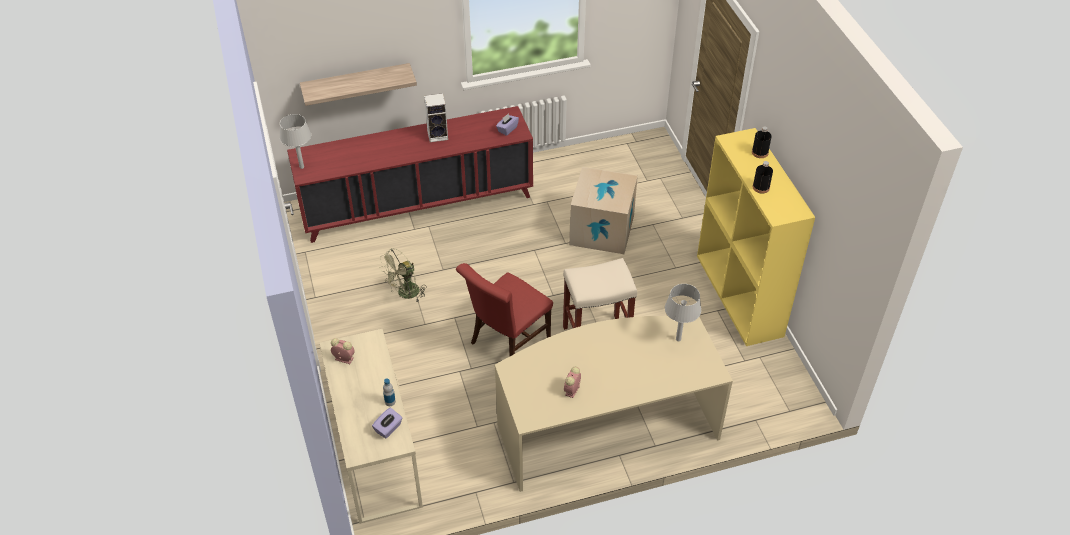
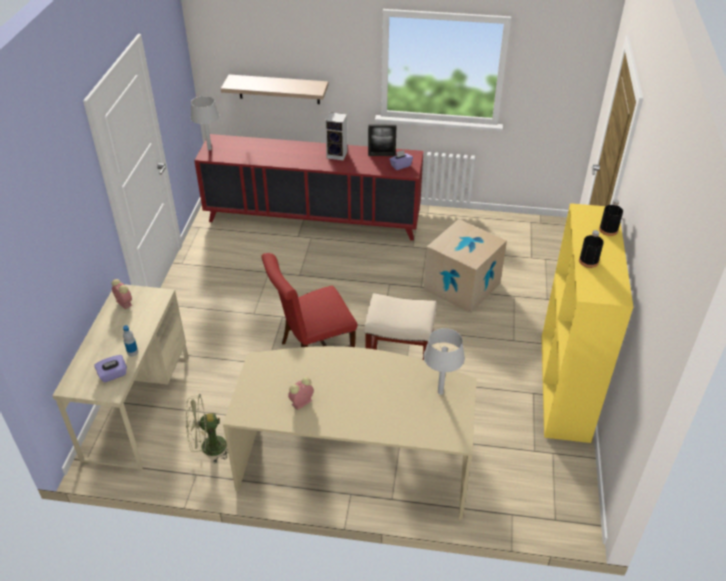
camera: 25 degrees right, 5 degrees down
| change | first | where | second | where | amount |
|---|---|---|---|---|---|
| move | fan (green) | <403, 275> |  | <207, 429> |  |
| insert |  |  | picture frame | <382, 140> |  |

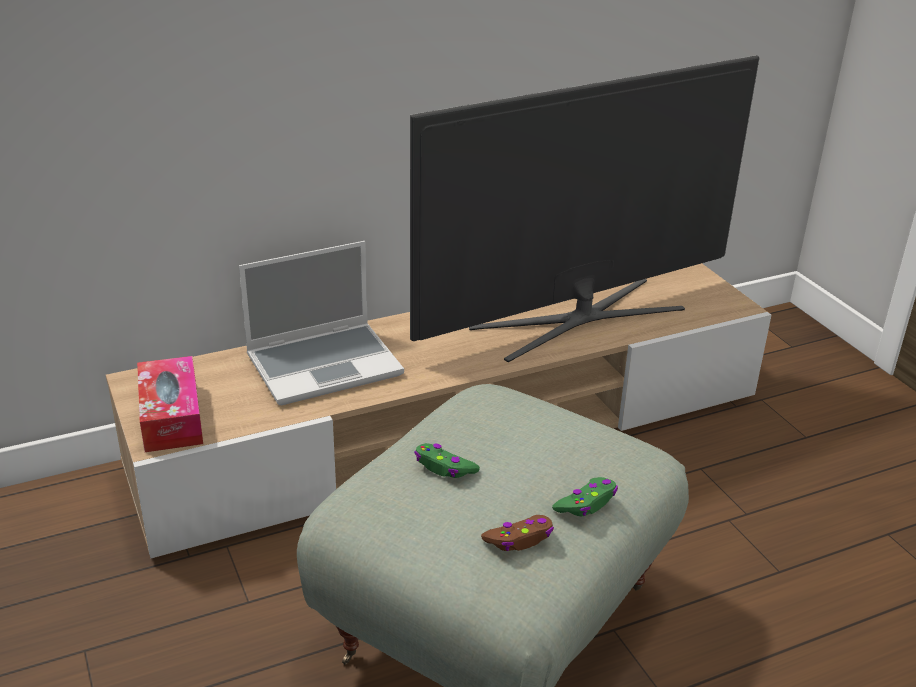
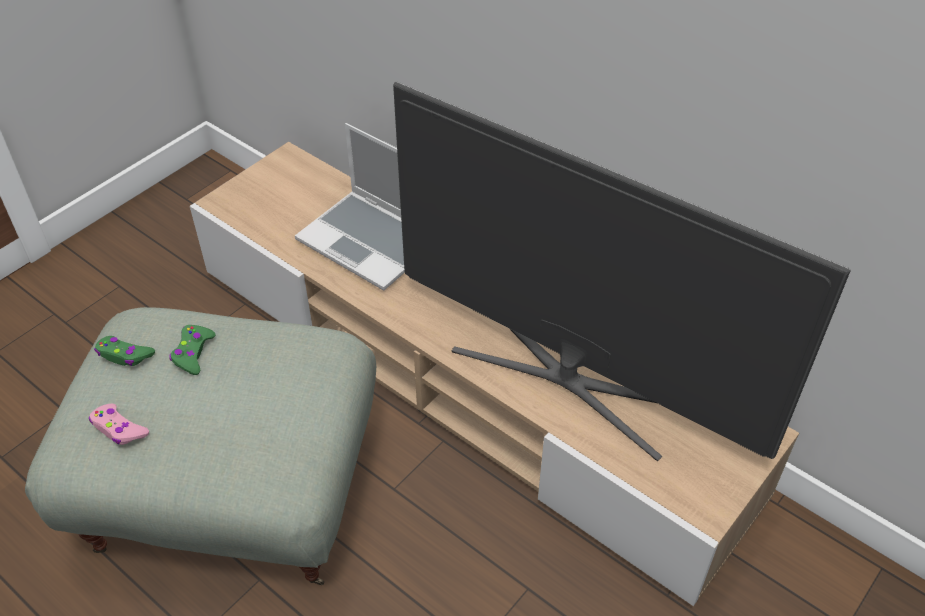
camera: 65 degrees right, 15 degrees up
| change | first | where | second | where | amount |
|---|---|---|---|---|---|
| delete | tissue box | <170, 404> |  |  |  |
| recolor | game controller (brown) | <517, 533> | game controller (pink) | <119, 424> |  |
| move | game controller (green) | <585, 496> |  | <124, 351> |  |

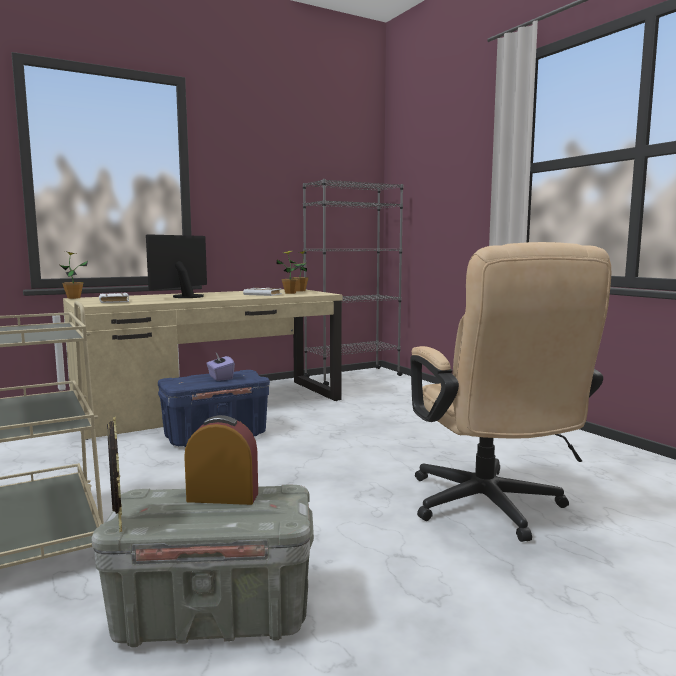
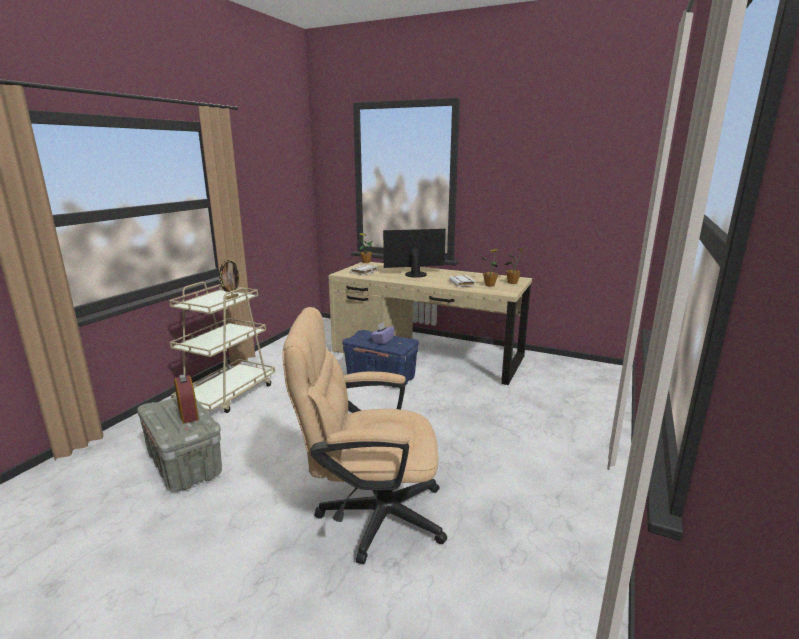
camera: 55 degrees right, 10 degrees up
| change | first | where | second | where | amount |
|---|---|---|---|---|---|
| move | picture frame | <114, 474> |  | <230, 279> |  |
| delete | bookcase (grey) | <353, 282> |  |  |  |
| rotate | office chair (beige) | <510, 392> |  | <364, 435> | 45 degrees clockwise |

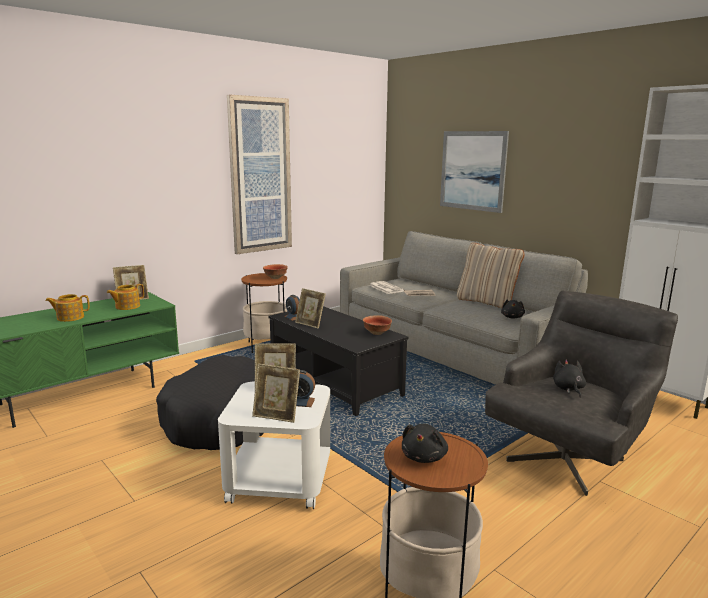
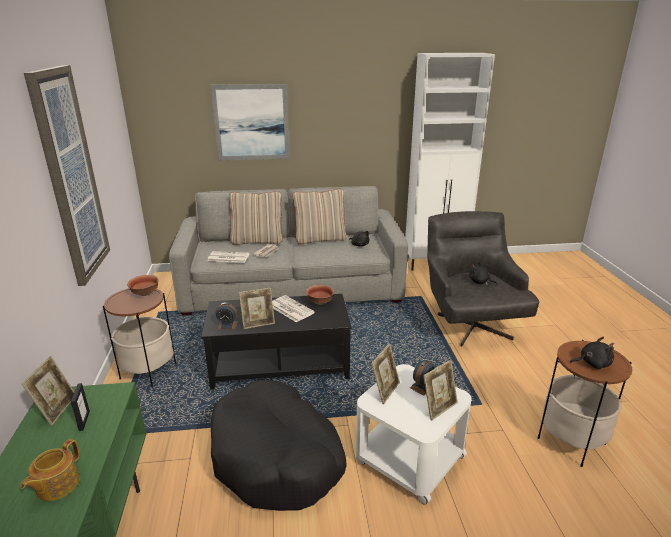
camera: 55 degrees left, 10 degrees up
| change | first | where | second | where | amount |
|---|---|---|---|---|---|
| replace | teapot | <125, 297> | picture frame | <80, 407> |  |
| rotate | plush toy (black) | <425, 443> |  | <592, 353> | 60 degrees counterclockwise |
| insert |  |  | pillow (beige) | <256, 218> |  |
| insert |  |  | newspaper | <293, 308> |  |

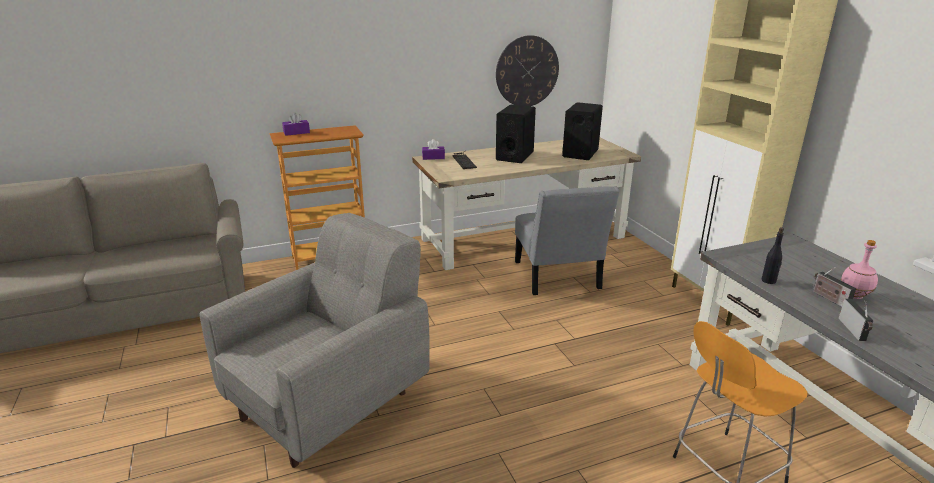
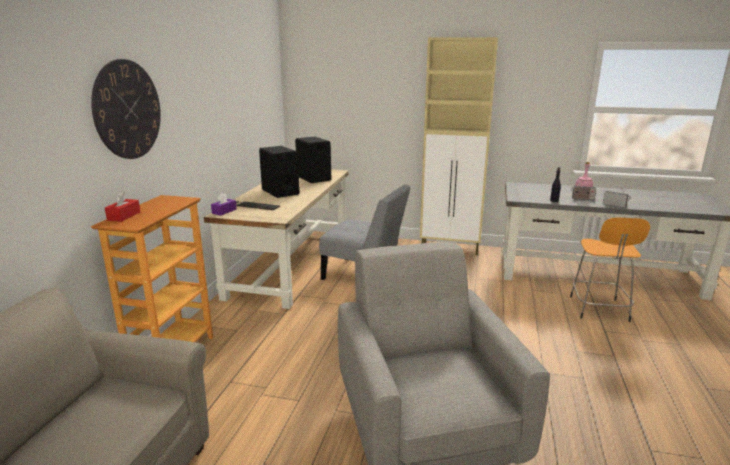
camera: 55 degrees left, 5 degrees down
| change | first | where | second | where | amount |
|---|---|---|---|---|---|
| recolor | tissue box (purple) | <296, 124> | tissue box (red) | <122, 206> |  |
| move | wall clock | <527, 70> |  | <126, 109> |  |

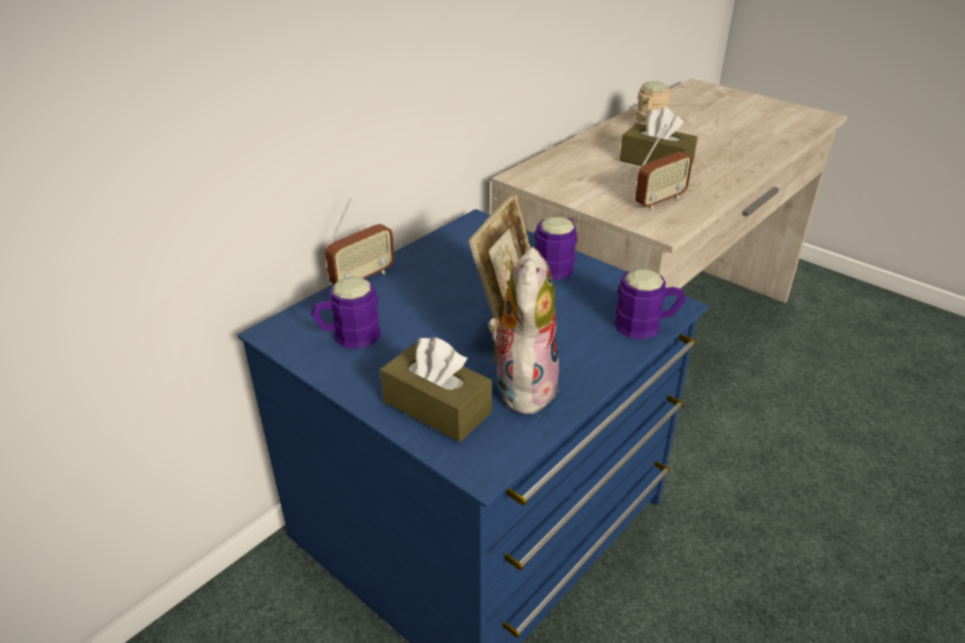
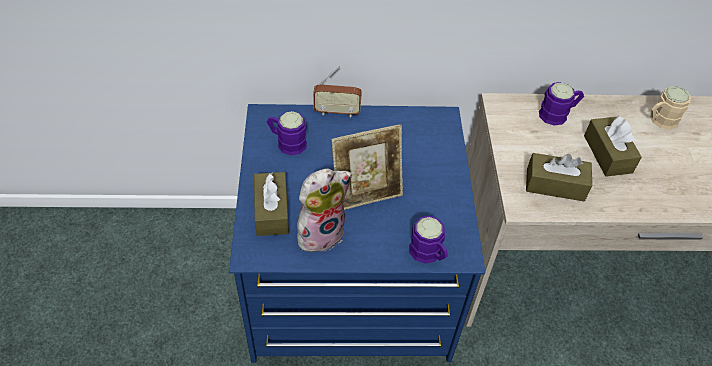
camera: 45 degrees right, 15 degrees up
| change | first | where | second | where | amount |
|---|---|---|---|---|---|
| move | mug (purple) | <555, 248> |  | <561, 104> |  |
| replace | radio | <664, 167> | tissue box (brown) | <559, 177> |  |

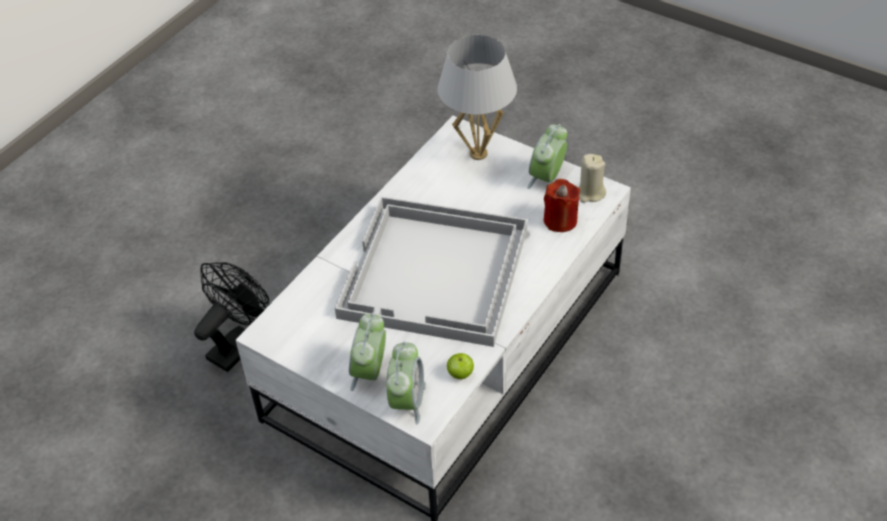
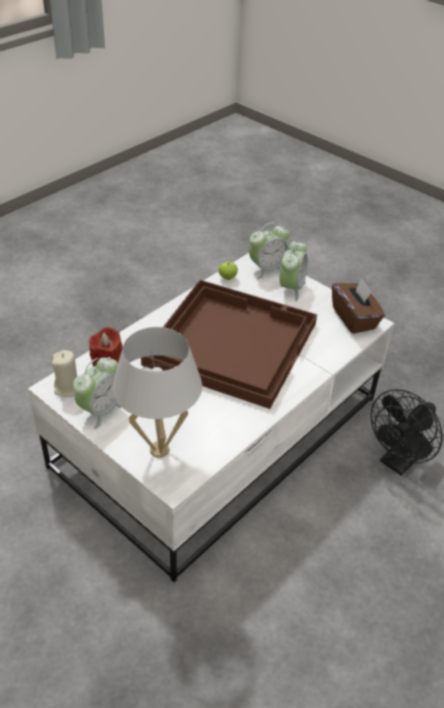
camera: 175 degrees left, 5 degrees down
| change | first | where | second | where | amount |
|---|---|---|---|---|---|
| recolor | tray (white) | <431, 272> | tray (brown) | <229, 344> |  |
| rotate | alarm clock | <406, 383> |  | <269, 250> | 135 degrees counterclockwise |
| insert |  |  | tissue box (brown) | <358, 306> |  |

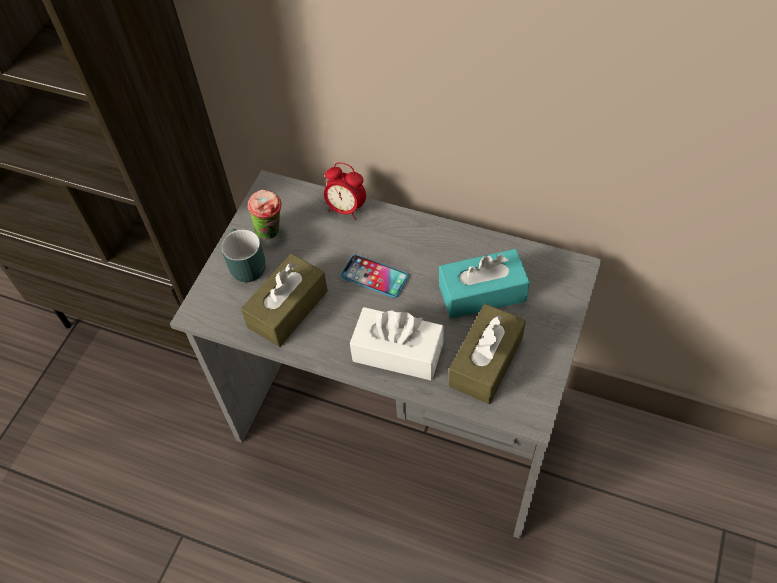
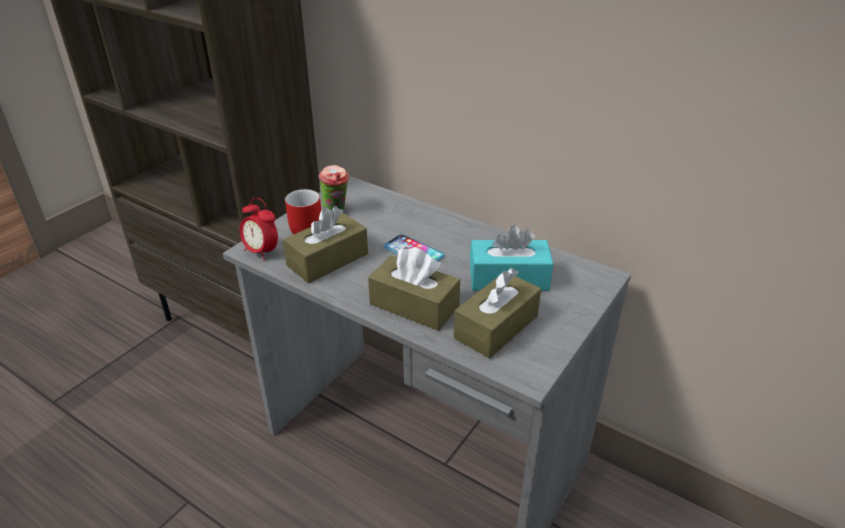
camera: 10 degrees right, 20 degrees down
| change | first | where | second | where | amount |
|---|---|---|---|---|---|
| recolor | mug (turquoise) | <243, 255> | mug (red) | <303, 211> |  |
| move | alarm clock | <345, 191> |  | <259, 229> |  |
| recolor | tissue box (white) | <397, 343> | tissue box (brown) | <414, 289> |  |

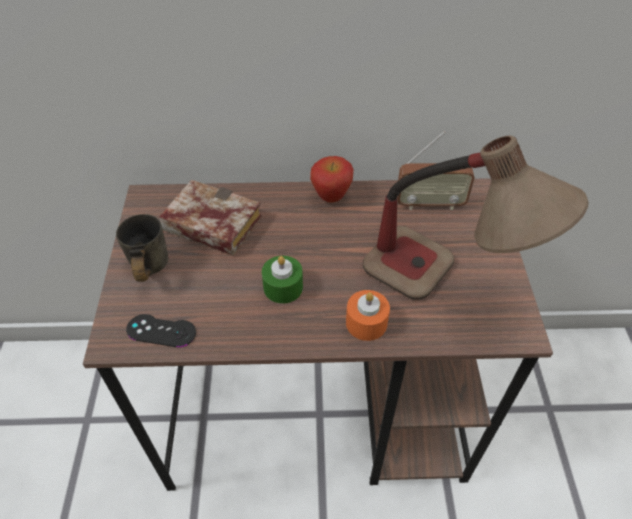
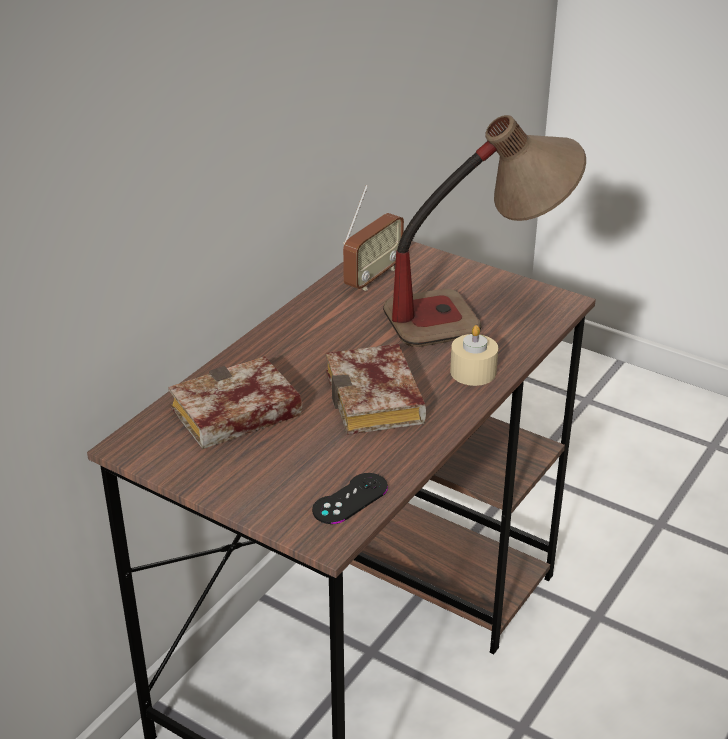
camera: 55 degrees left, 15 degrees down
| change | first | where | second | where | amount |
|---|---|---|---|---|---|
| delete | mug (grey) | <142, 248> |  |  |  |
| replace | candle (green) | <282, 280> | book | <376, 389> |  |
| delete | apple | <332, 179> |  |  |  |
| recolor | candle (orange) | <368, 315> | candle (beige) | <474, 355> |  |

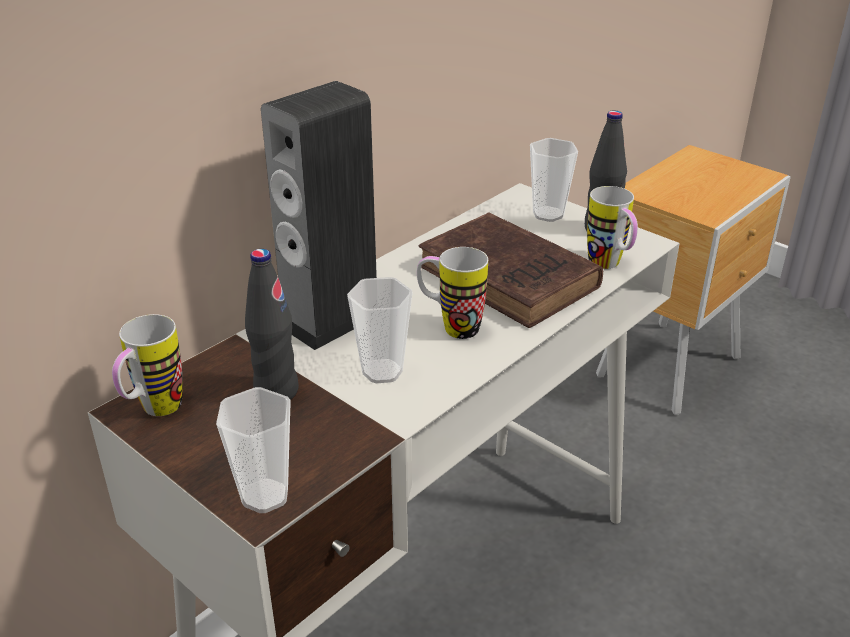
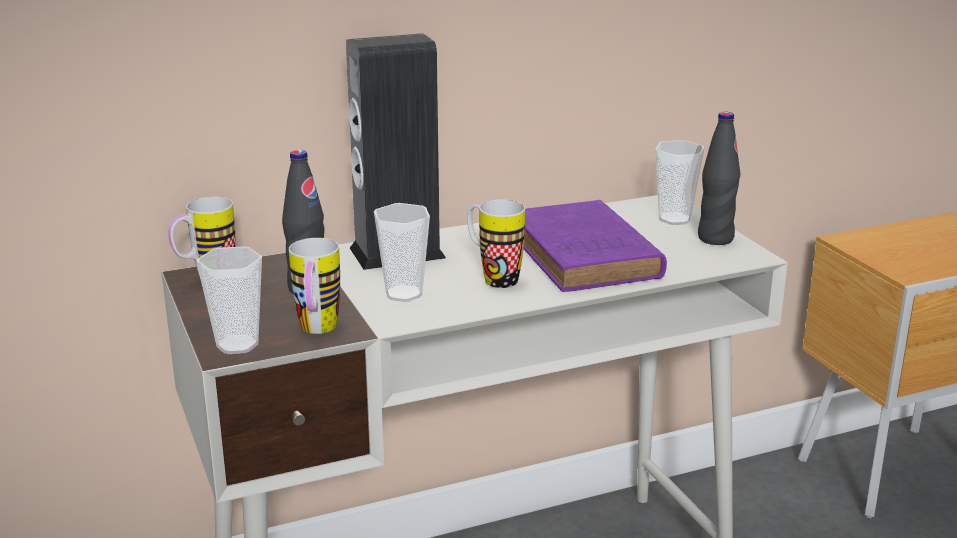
camera: 25 degrees right, 10 degrees down
| change | first | where | second | where | amount |
|---|---|---|---|---|---|
| recolor | book (brown) | <511, 270> | book (purple) | <595, 246> |  |
| move | mug | <612, 227> |  | <314, 286> |  |

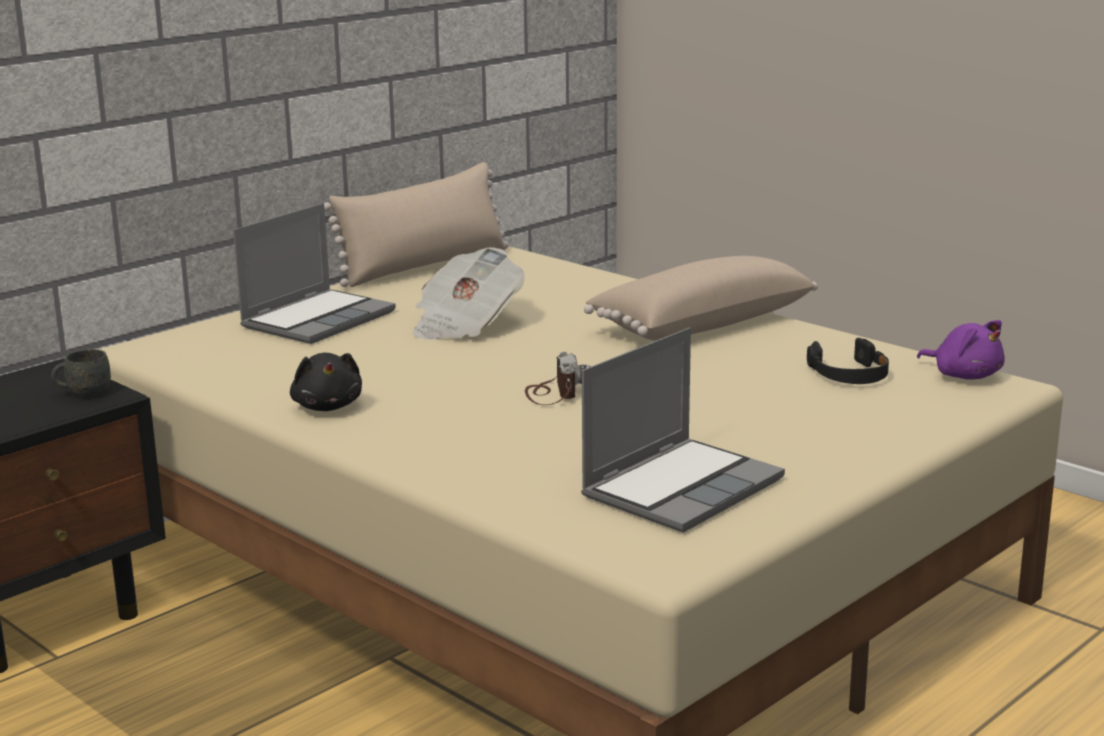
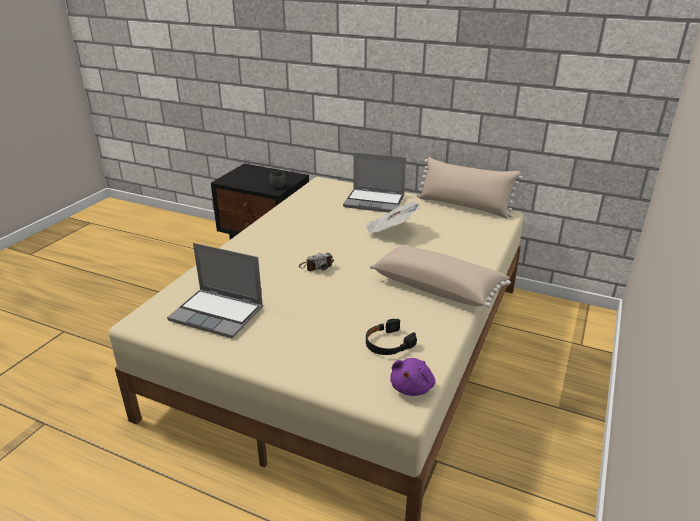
camera: 70 degrees right, 10 degrees up
| change | first | where | second | where | amount |
|---|---|---|---|---|---|
| delete | plush toy (black) | <326, 382> |  |  |  |

